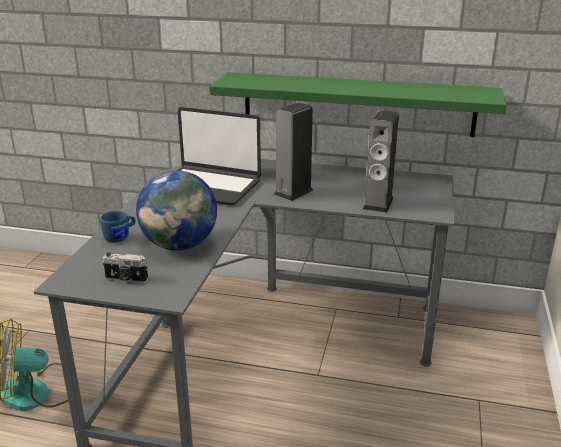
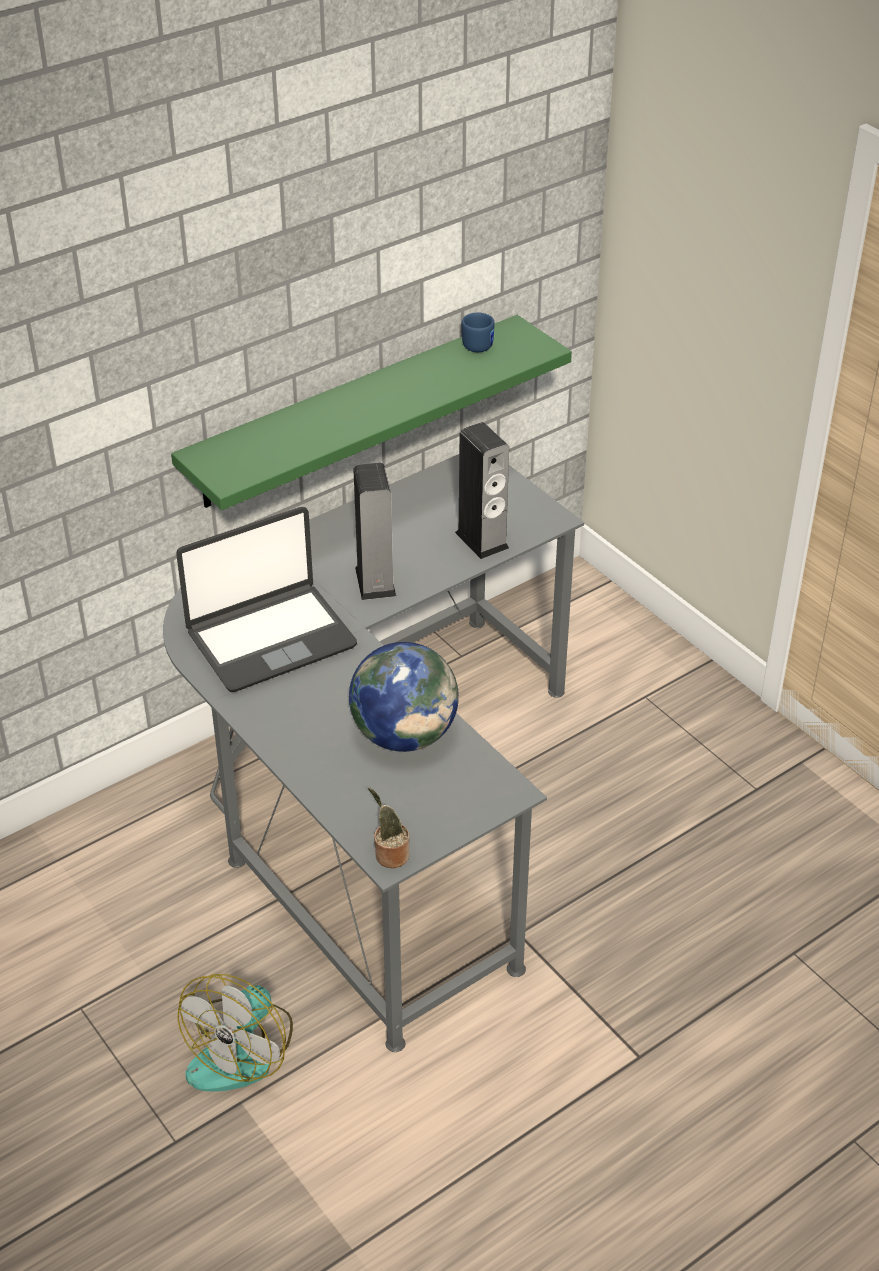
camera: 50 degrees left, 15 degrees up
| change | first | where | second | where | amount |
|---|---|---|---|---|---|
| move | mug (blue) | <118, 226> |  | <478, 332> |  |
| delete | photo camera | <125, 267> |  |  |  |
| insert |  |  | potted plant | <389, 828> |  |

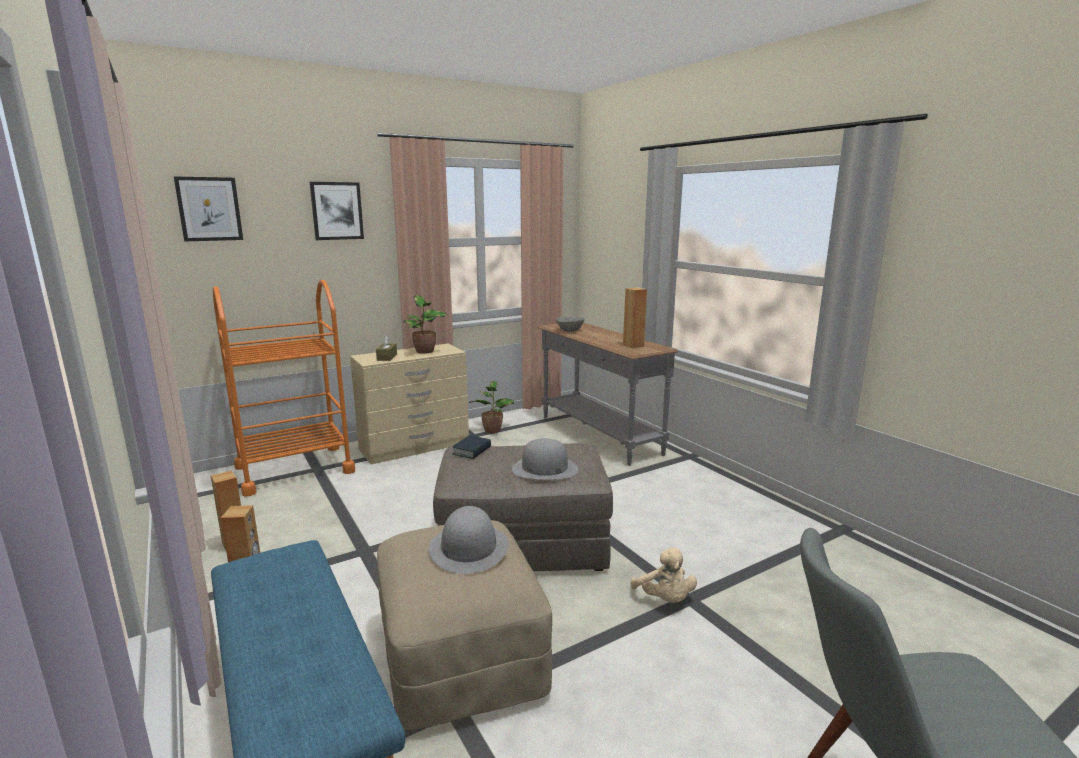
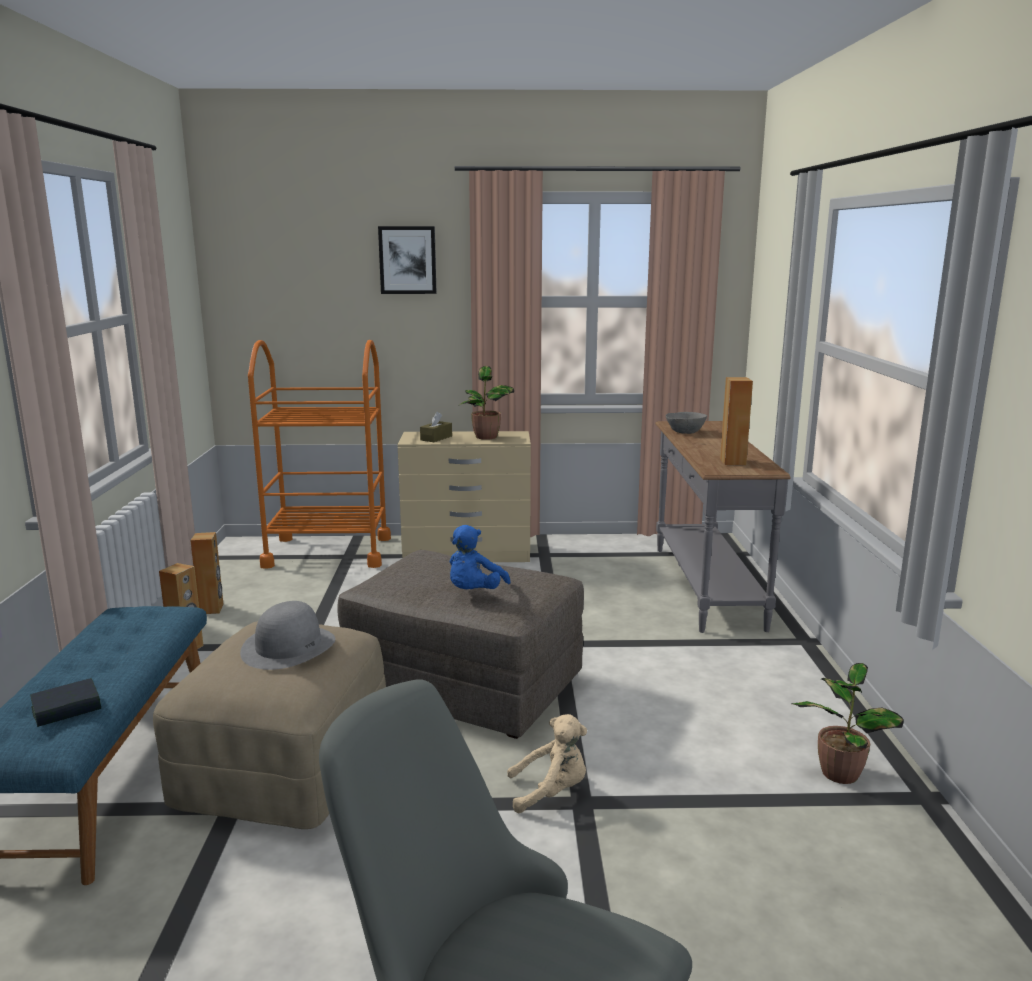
camera: 30 degrees right, 0 degrees up
| change | first | where | second | where | amount |
|---|---|---|---|---|---|
| delete | picture | <208, 209> |  |  |  |
| move | book | <471, 447> |  | <66, 702> |  |
| move | potted plant | <491, 407> |  | <847, 723> |  |
| replace | hat (grey) | <545, 458> | plush toy (blue) | <480, 557> |  |
| rotate | plush toy (beige) | <663, 575> |  | <547, 763> | 105 degrees counterclockwise |

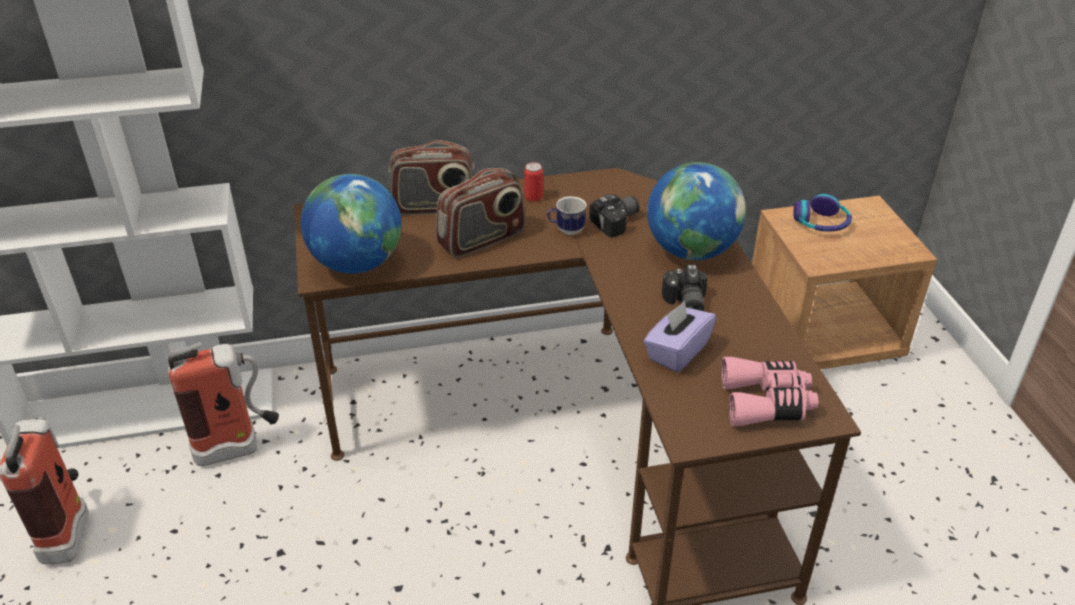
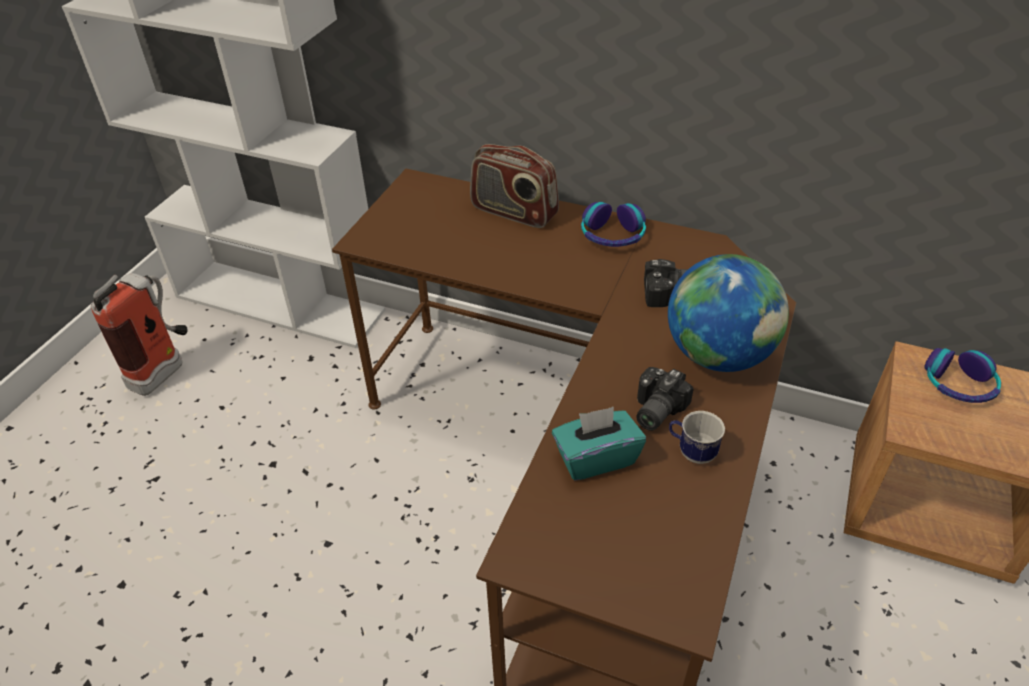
camera: 35 degrees right, 5 degrees up
| change | first | where | second | where | amount |
|---|---|---|---|---|---|
| delete | fire extinguisher | <223, 404> |  |  |  |
| delete | globe | <351, 224> |  |  |  |
| delete | radio | <481, 213> |  |  |  |
| replace | can | <533, 182> | headphones | <613, 224> |  |
| move | mug | <567, 215> |  | <697, 437> |  |
| recolor | tissue box (purple) | <680, 336> | tissue box (turquoise) | <599, 444> |  |
| delete | binoculars (pink) | <769, 391> |  |  |  |

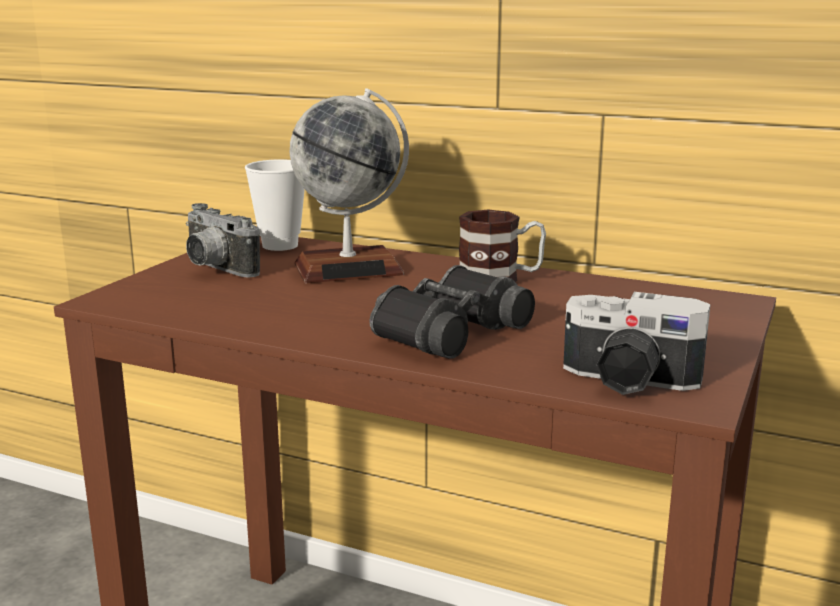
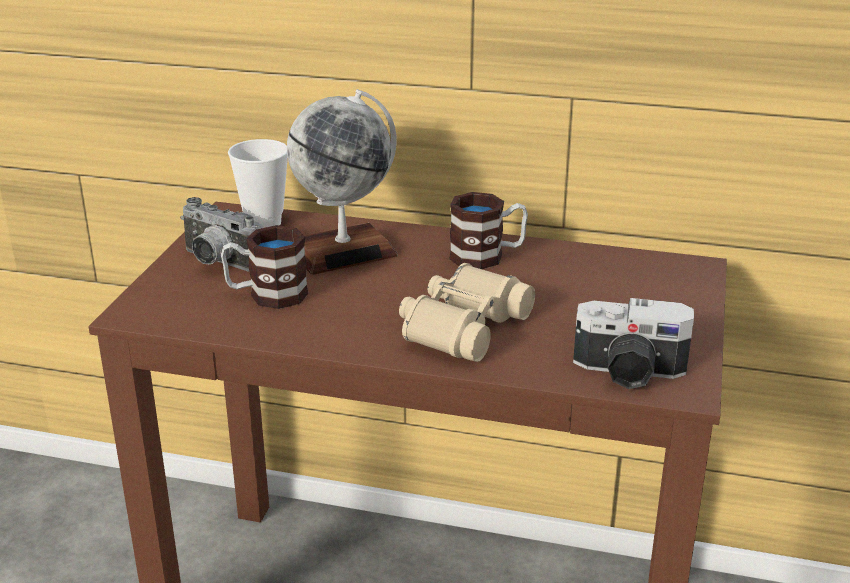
camera: 10 degrees left, 10 degrees up
| change | first | where | second | where | amount |
|---|---|---|---|---|---|
| recolor | binoculars (black) | <452, 312> | binoculars (beige) | <467, 312> |  |
| insert |  |  | mug | <265, 267> |  |

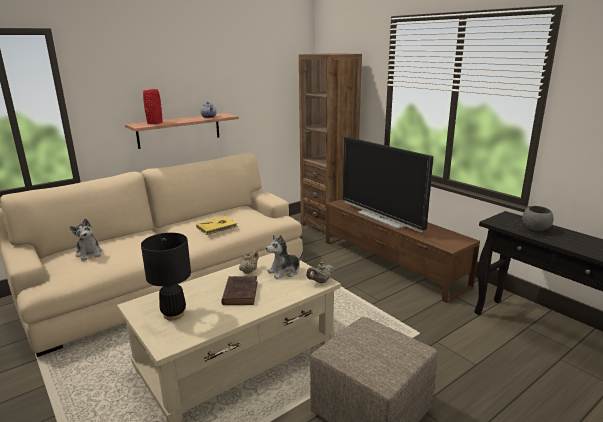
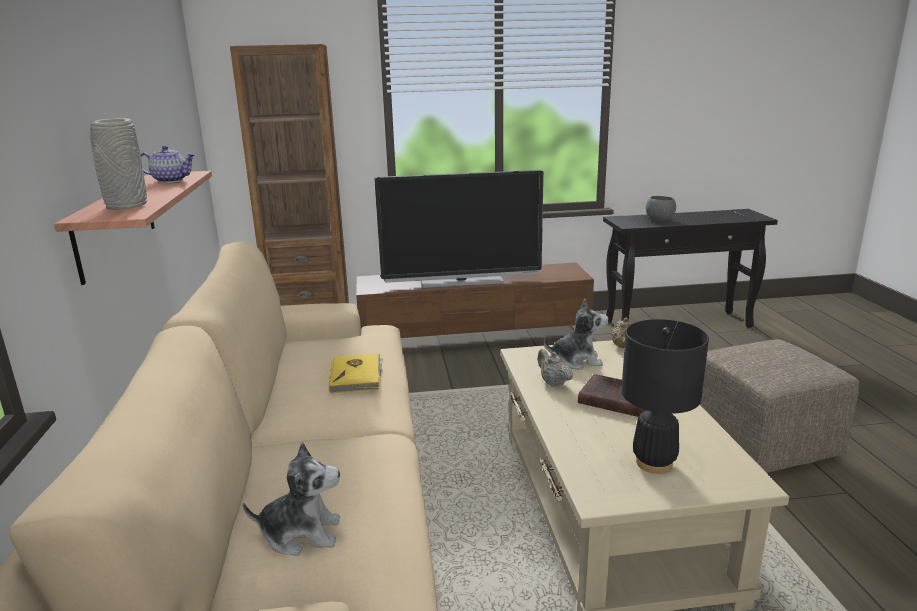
camera: 60 degrees left, 0 degrees up
| change | first | where | second | where | amount |
|---|---|---|---|---|---|
| recolor | vase (red) | <153, 106> | vase (grey) | <118, 164> |  |
| rotate | plush toy | <284, 257> |  | <576, 334> | 90 degrees counterclockwise |

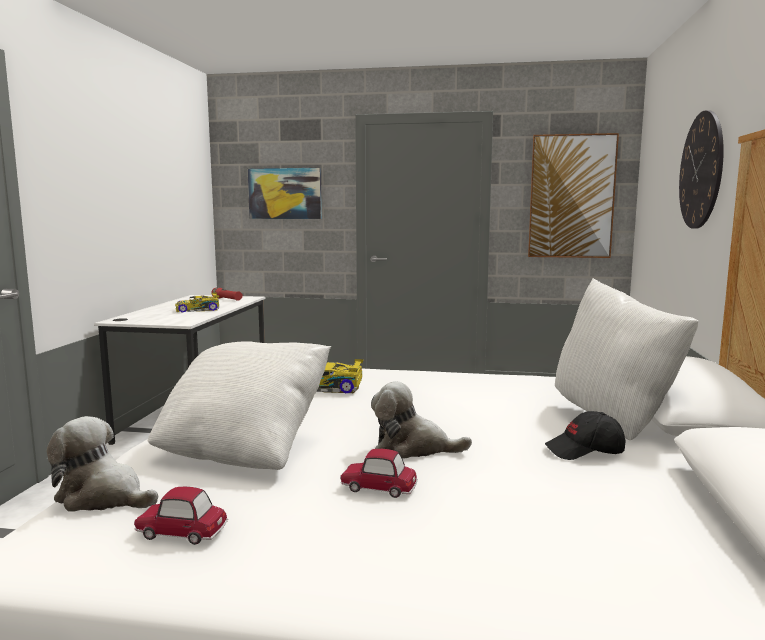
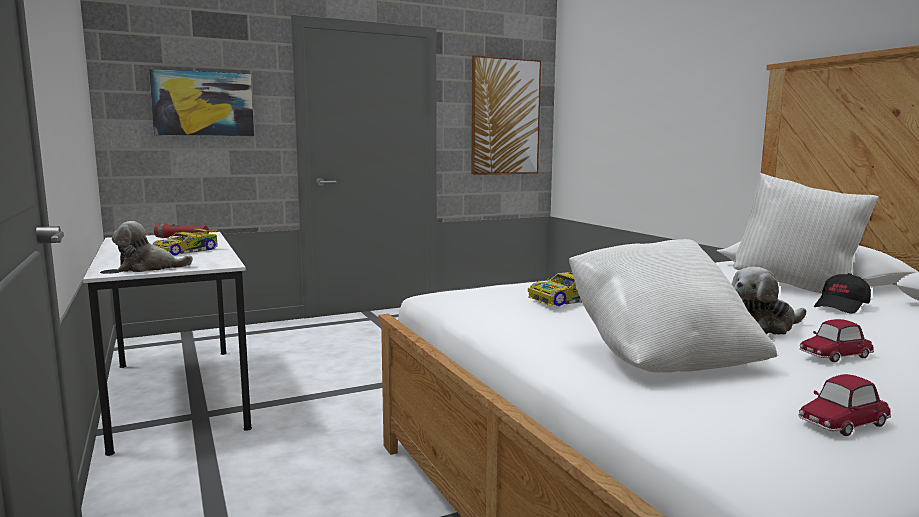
camera: 35 degrees left, 0 degrees up
| change | first | where | second | where | amount |
|---|---|---|---|---|---|
| move | plush toy | <102, 464> |  | <152, 246> |  |
| delete | wall clock | <701, 169> |  |  |  |

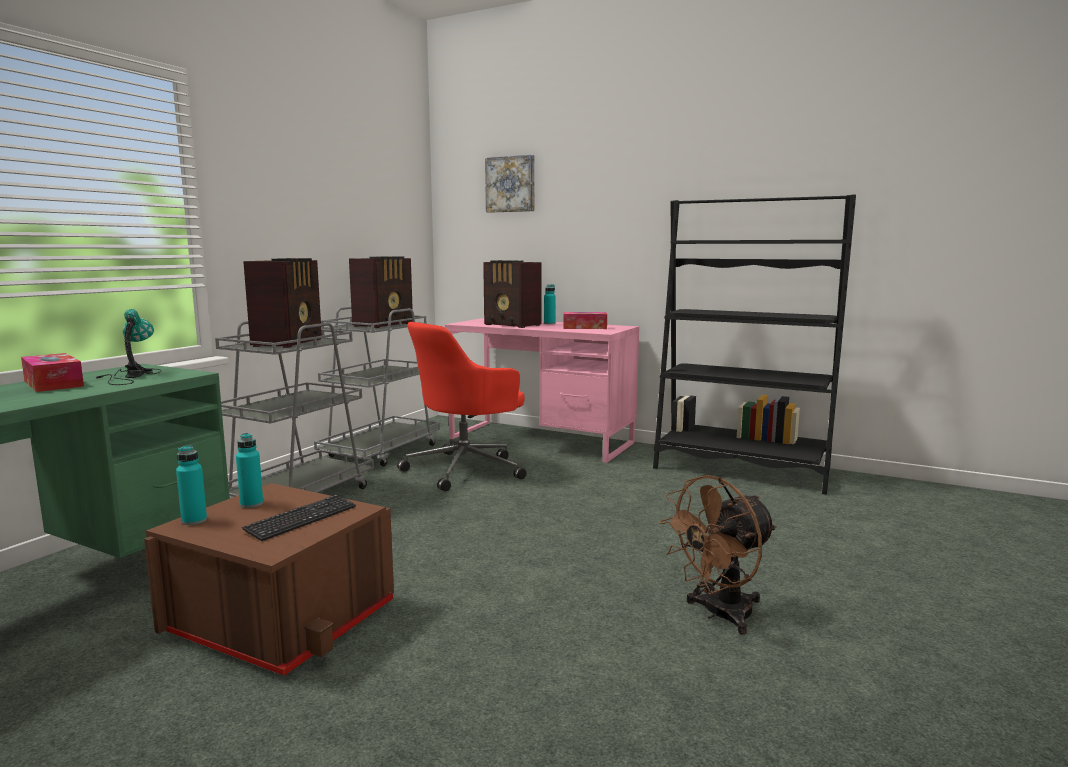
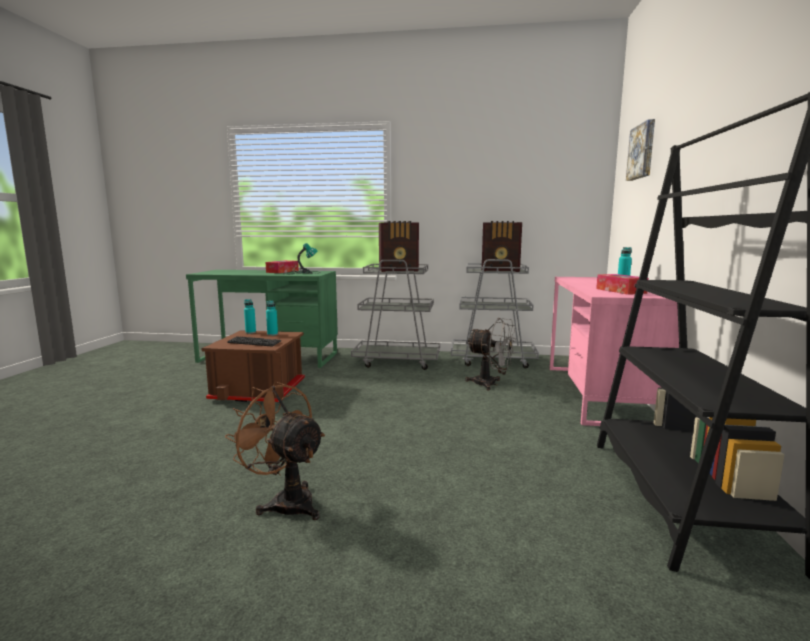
camera: 70 degrees right, 0 degrees up
| change | first | where | second | where | amount |
|---|---|---|---|---|---|
| replace | office chair (red) | <461, 406> | fan (grey) | <490, 354> |  |
| delete | radio | <512, 294> |  |  |  |

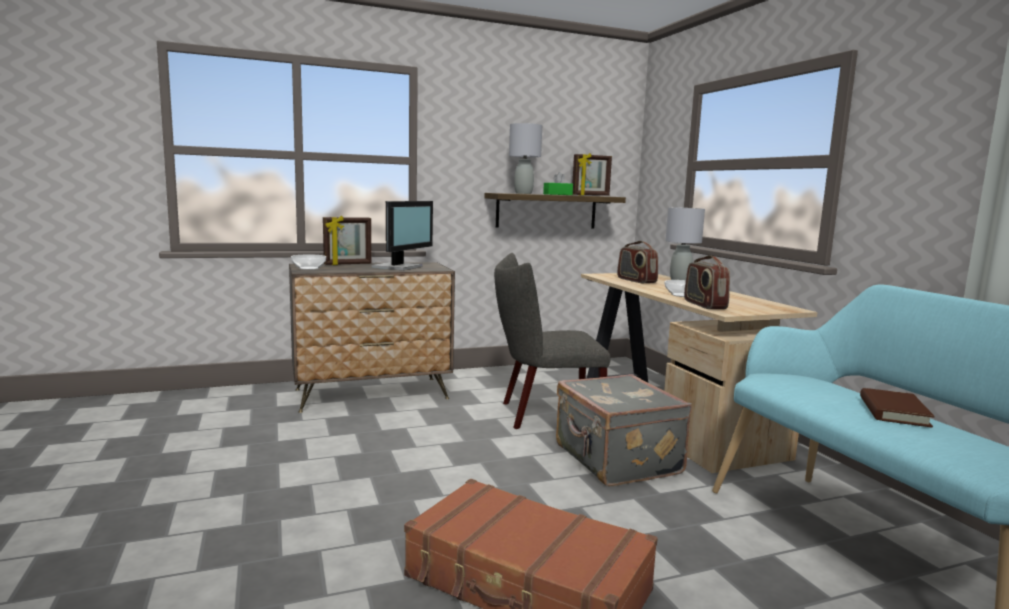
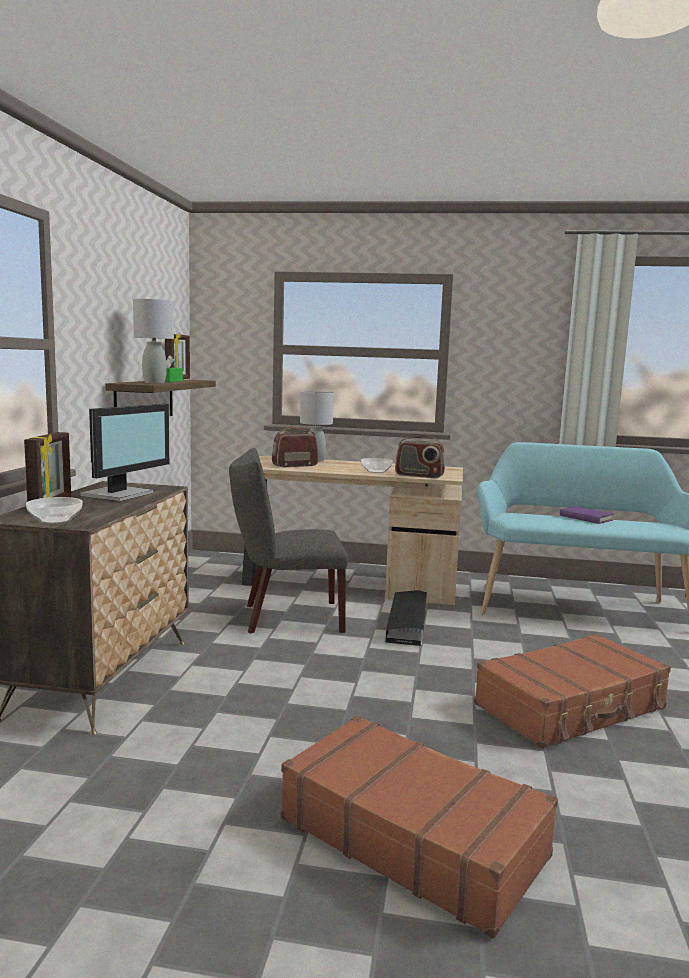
camera: 60 degrees left, 0 degrees up
| change | first | where | second | where | amount |
|---|---|---|---|---|---|
| rotate | monitor | <402, 236> |  | <125, 452> | 60 degrees clockwise |
| rotate | chair (grey) | <552, 341> |  | <288, 540> | 60 degrees clockwise |
| replace | suitcase (grey) | <624, 430> | storage box (black) | <406, 618> |  |
| rotate | radio | <637, 262> |  | <295, 446> | 150 degrees clockwise |
| recolor | book (brown) | <897, 408> | book (purple) | <587, 515> |  |
| insert |  |  | suitcase (brown) | <419, 827> |  |

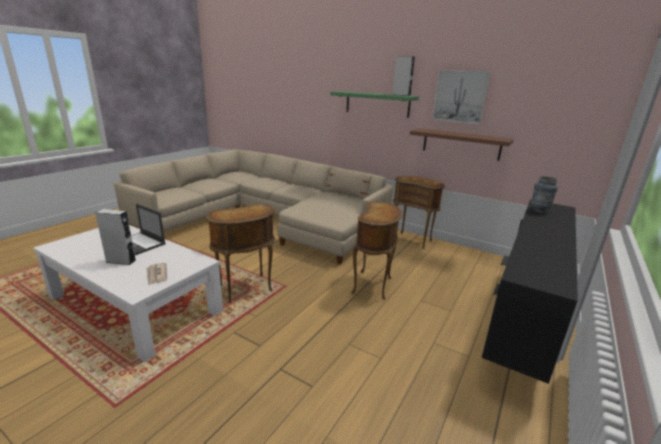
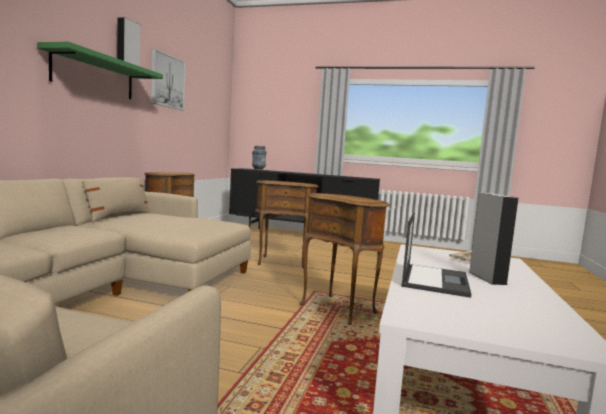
camera: 105 degrees left, 15 degrees down
| change | first | where | second | where | amount |
|---|---|---|---|---|---|
| delete | shelf (brown) | <462, 144> |  |  |  |

